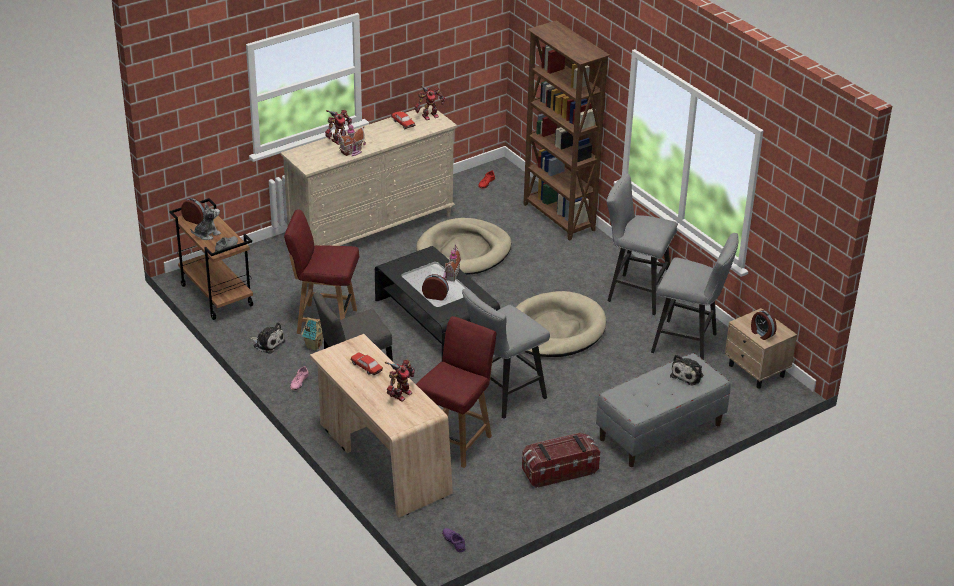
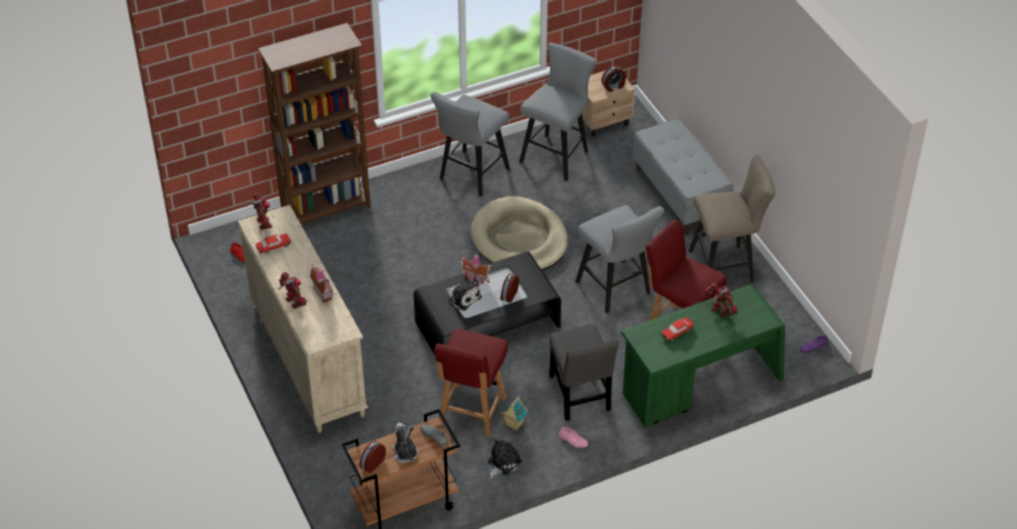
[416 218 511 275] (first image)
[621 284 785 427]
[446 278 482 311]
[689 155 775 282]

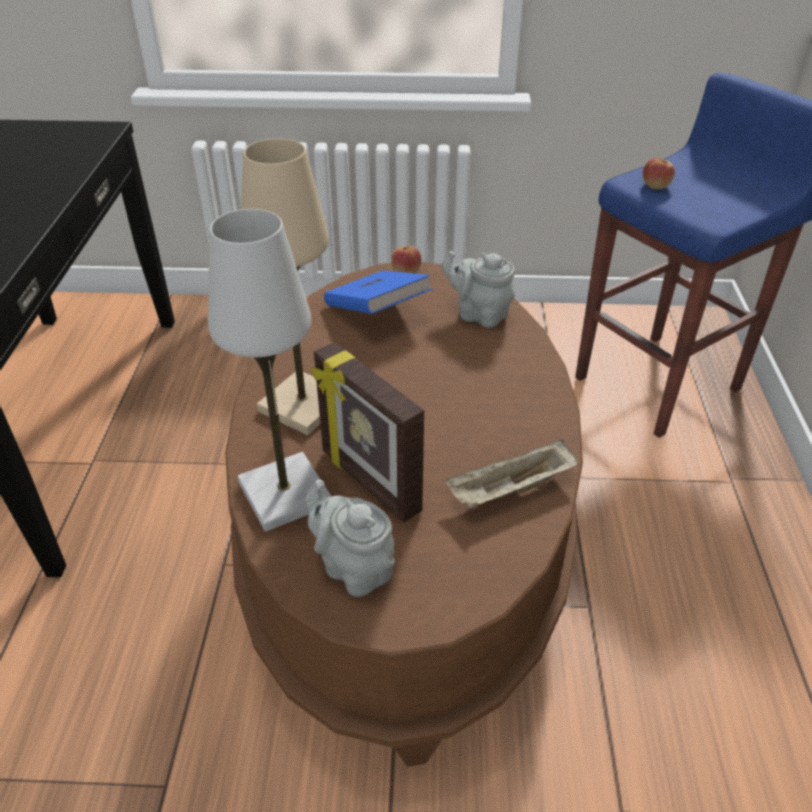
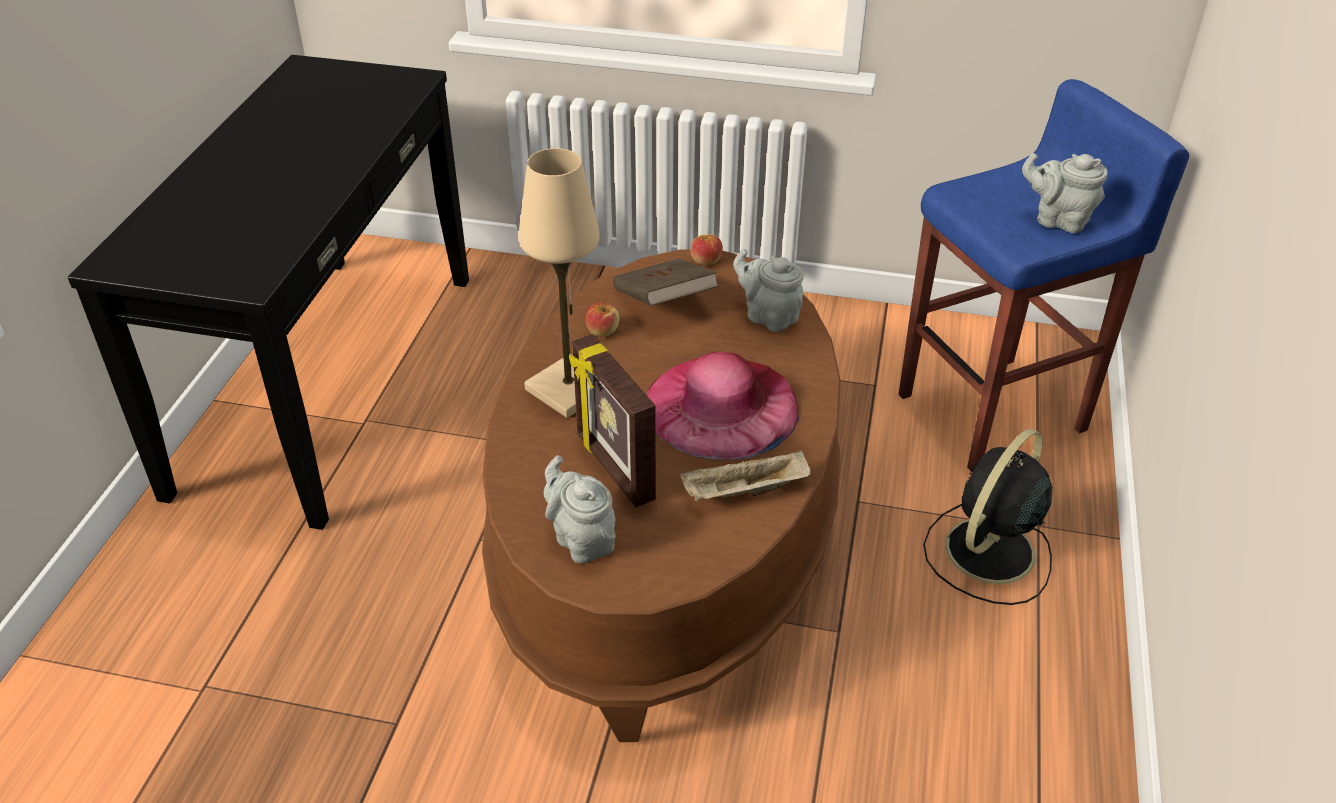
[586 302 619 337]
[208 209 332 532] (first image)
[613 258 719 306]
[1022 153 1108 233]
[647 352 799 460]
[923 429 1053 605]

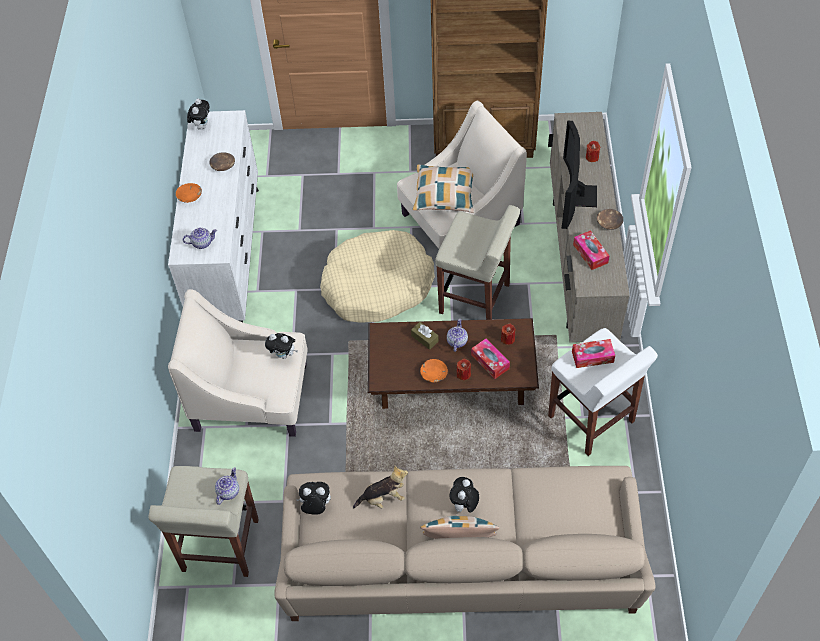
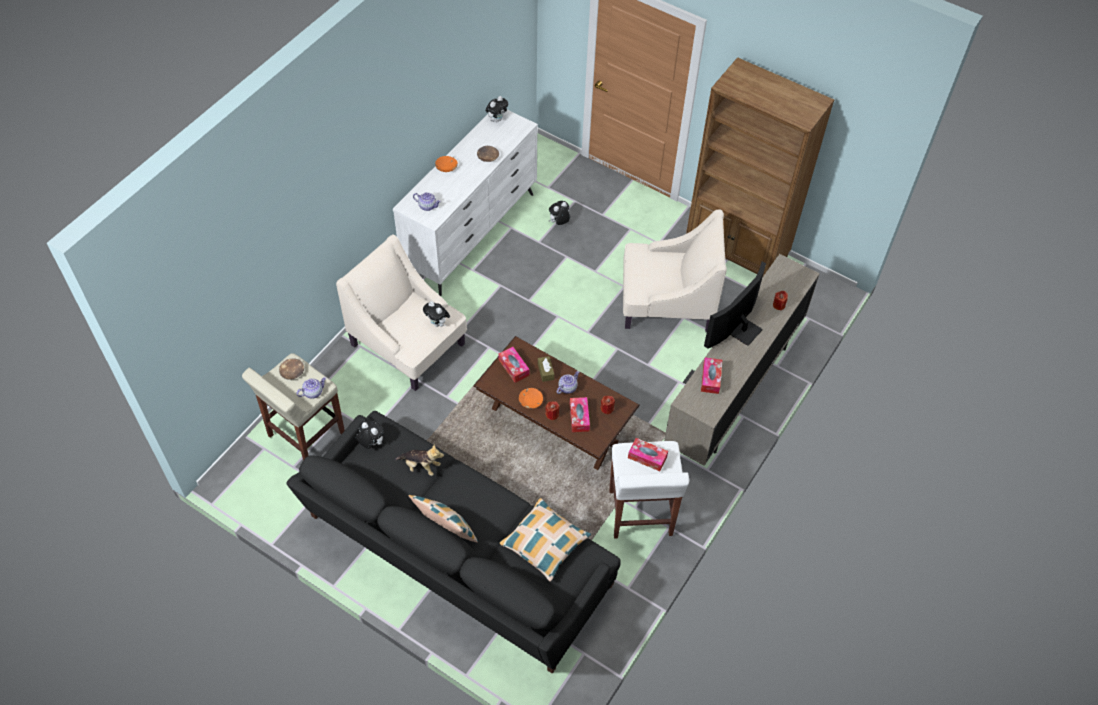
[500 498 591 581]
[435 205 520 320] (first image)
[279 359 304 380]
[320 230 435 323] (first image)
[287 411 621 674]
[549 201 570 225]
[498 347 530 383]

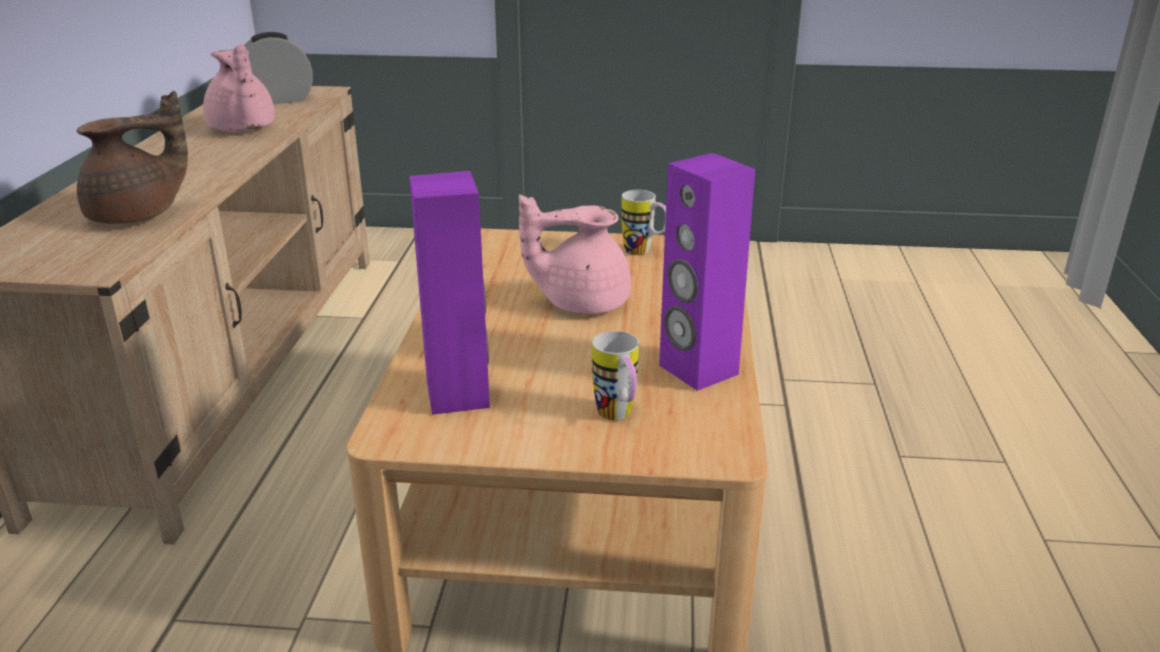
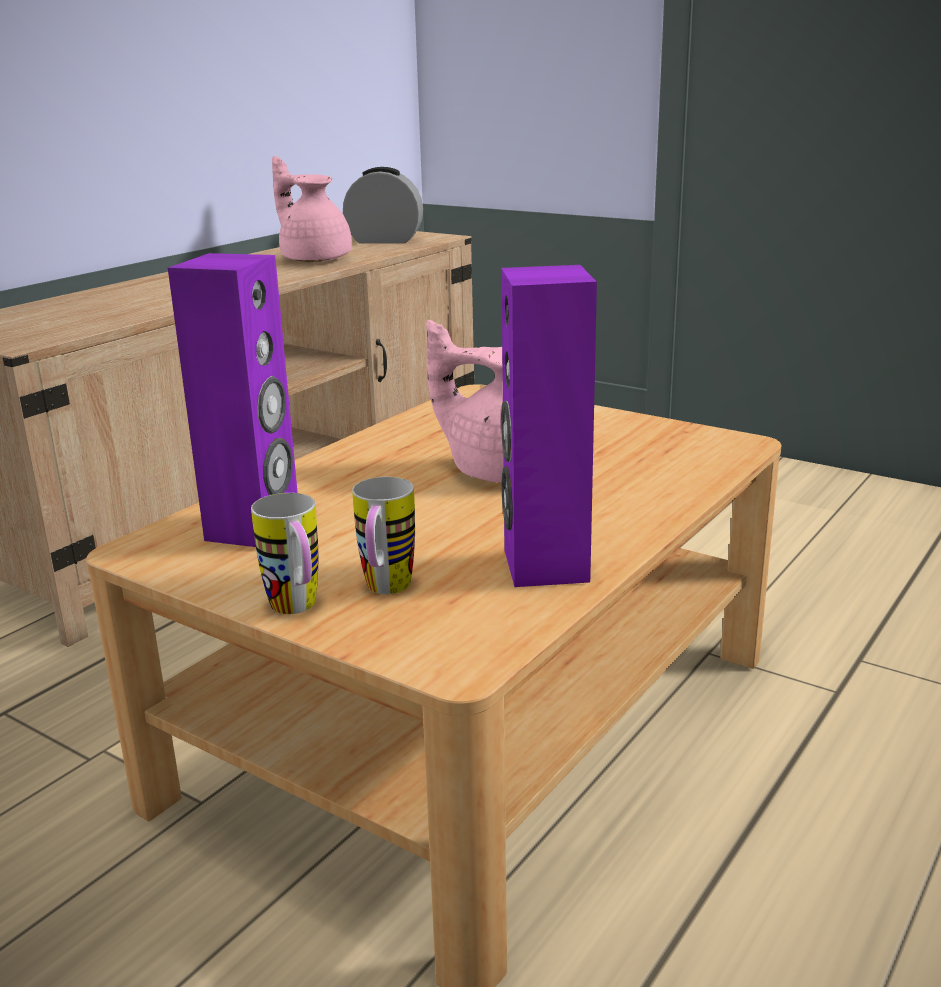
[272 156 352 262]
[77 91 188 224] (first image)
[251 493 318 614]

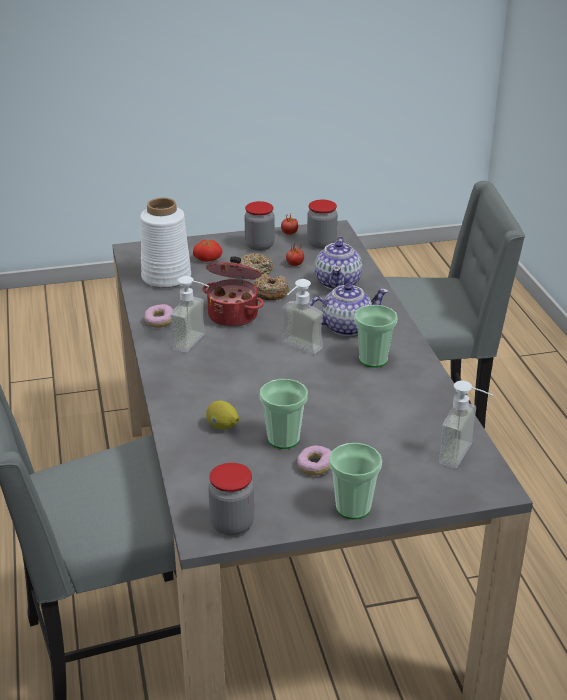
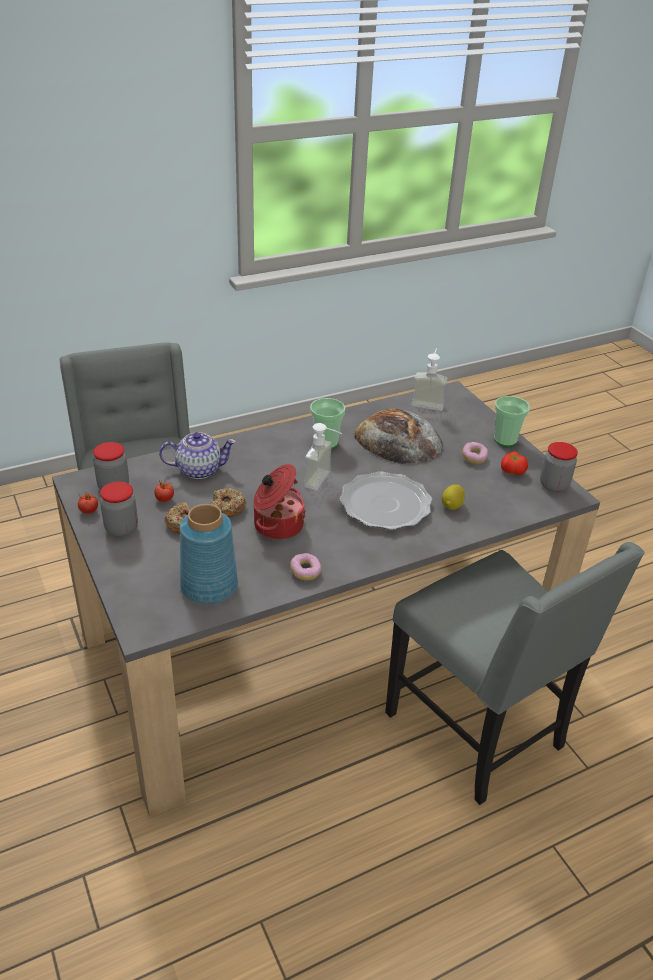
[180 504 238 604]
[501 452 528 475]
[171 276 209 353] (first image)
[310 283 389 336] (first image)
[260 379 308 449] (first image)
[354 408 443 464]
[340 471 432 530]

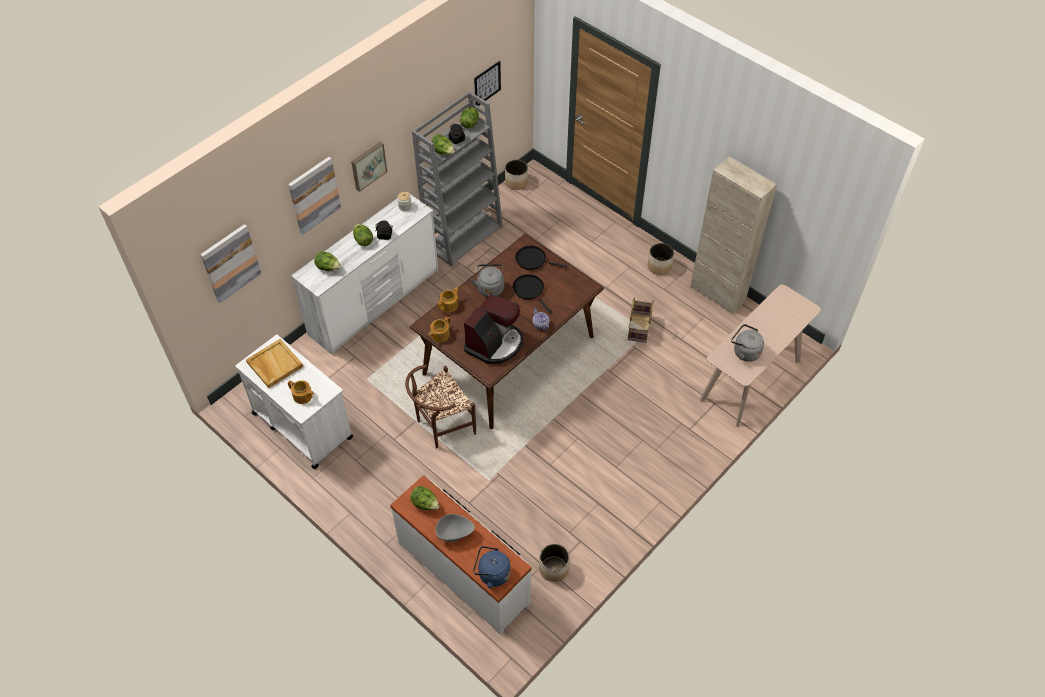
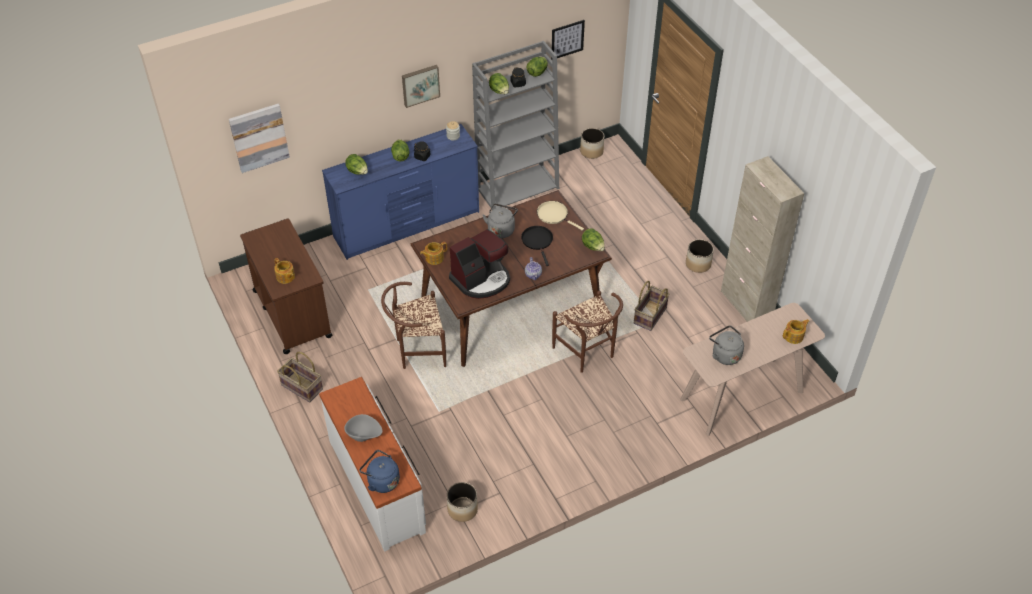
[288 157 341 235] (first image)
[322 124 479 260]
[537 201 584 231]
[783 319 809 344]
[240 218 333 354]
[246 339 303 388] (first image)
[582 228 605 251]
[552 291 623 373]
[277 352 323 402]

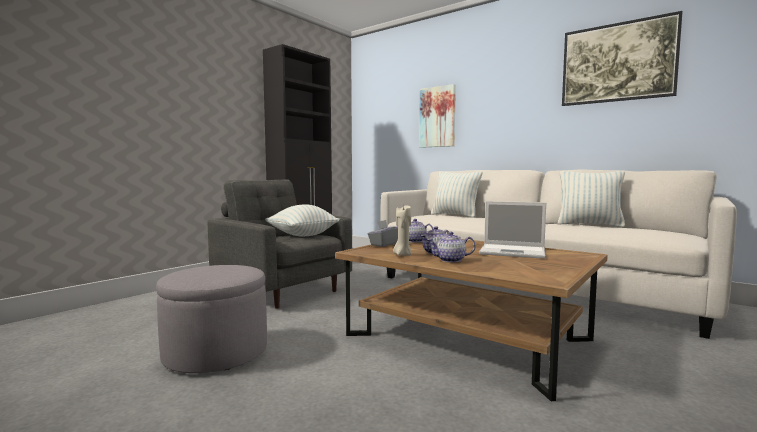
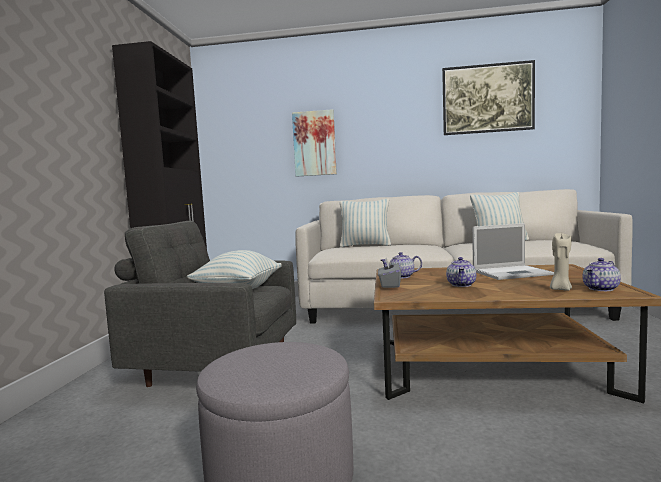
[550 233 572 291]
[582 258 621 291]

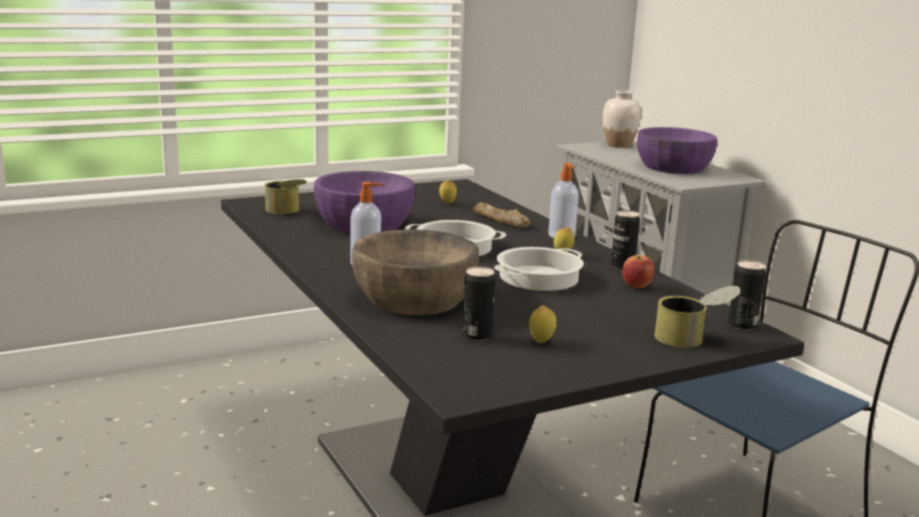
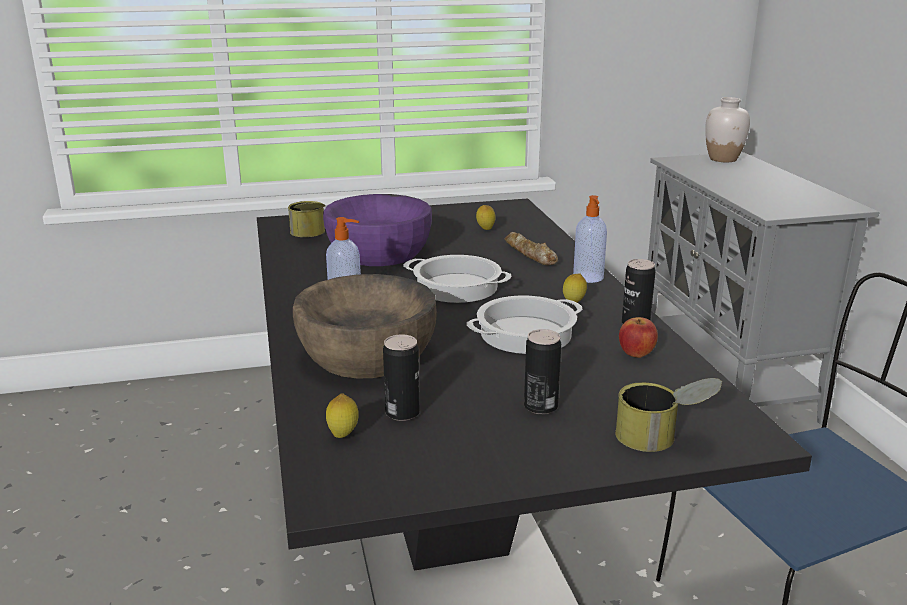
[637 127 717 174] (first image)
[524 329 561 414]
[326 393 359 438]

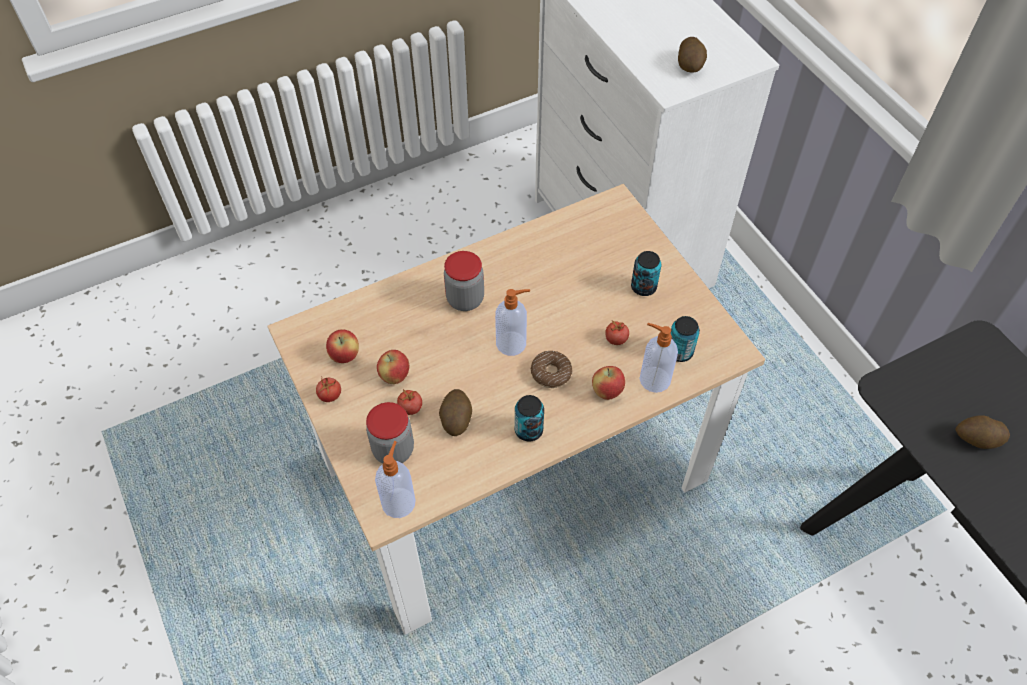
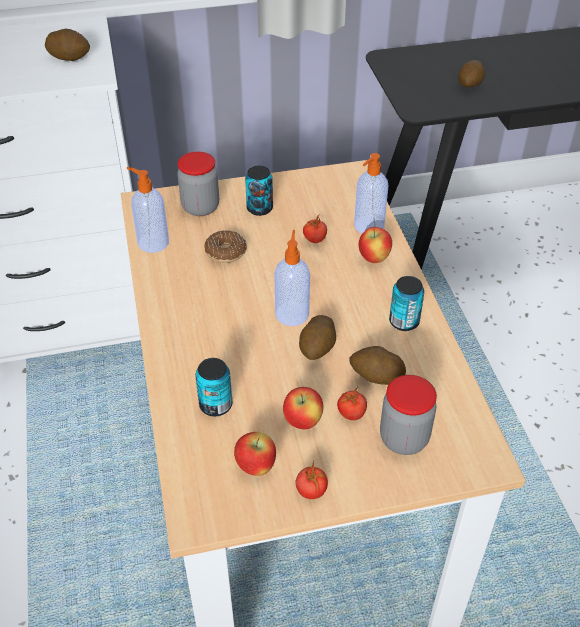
[177 152 219 216]
[195 358 232 416]
[204 230 247 263]
[127 167 169 253]
[299 315 336 360]

